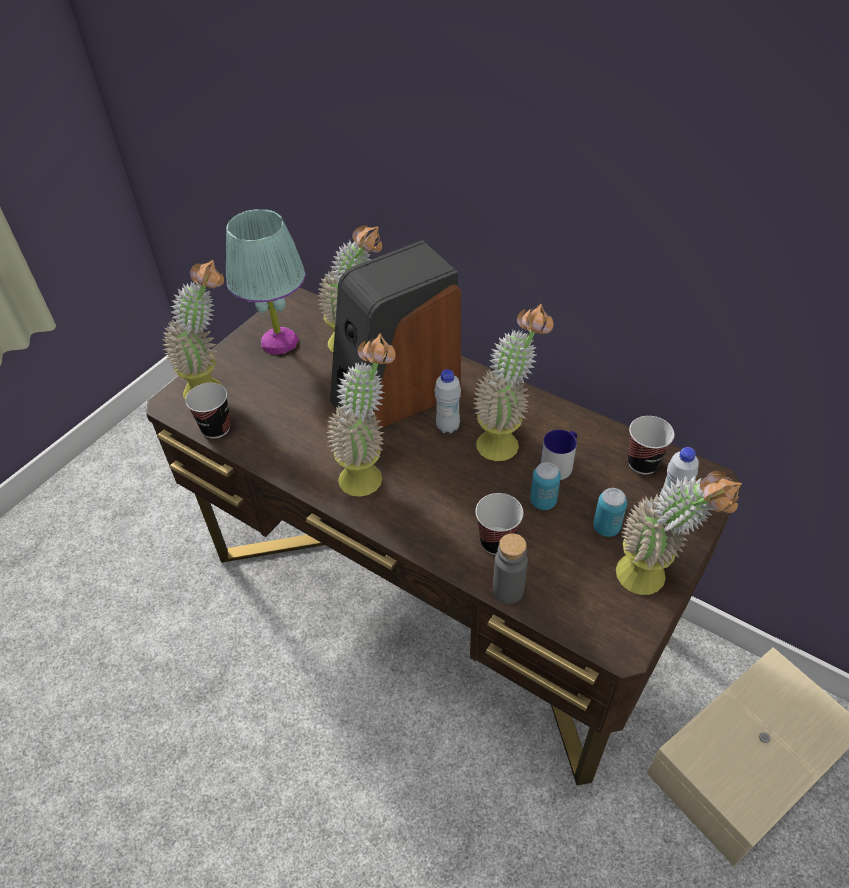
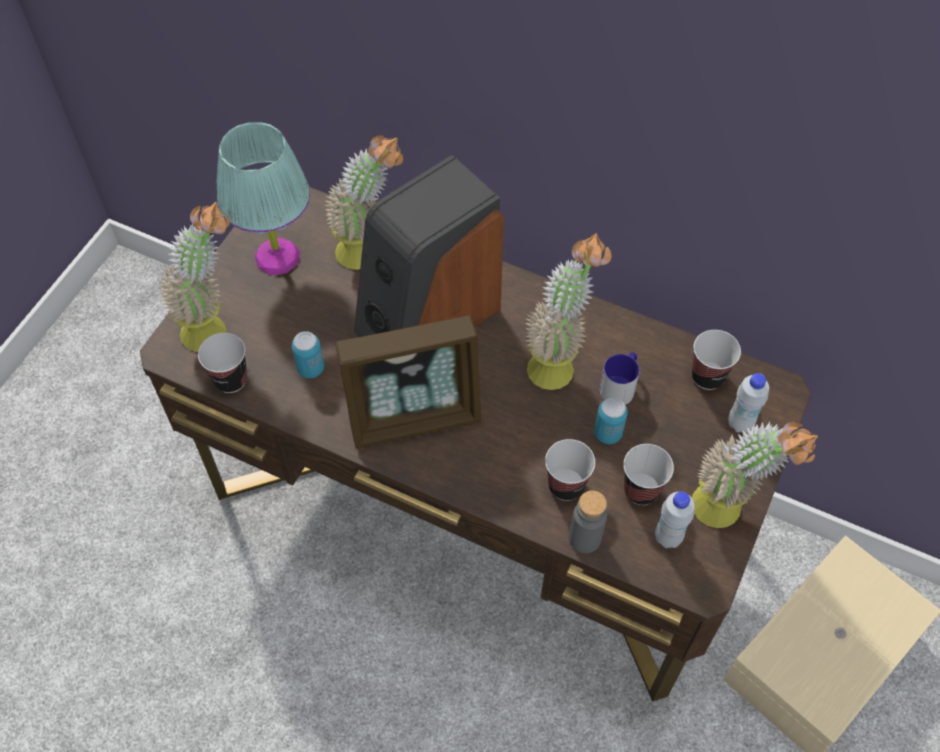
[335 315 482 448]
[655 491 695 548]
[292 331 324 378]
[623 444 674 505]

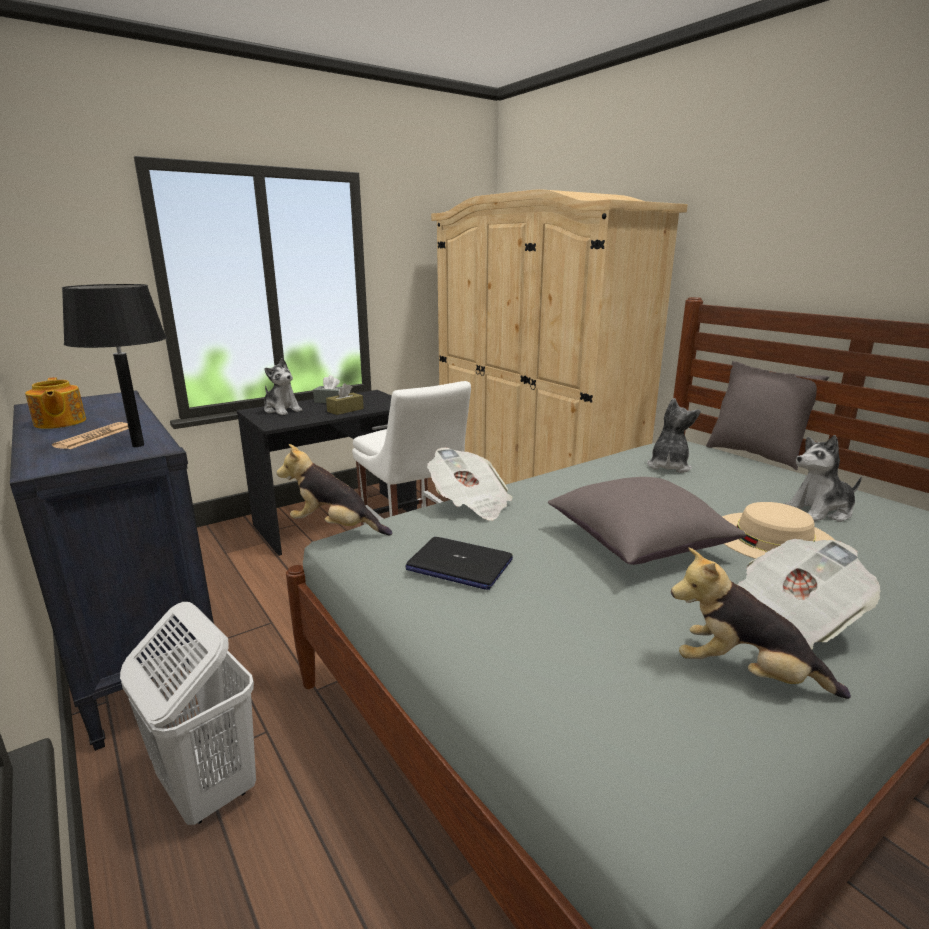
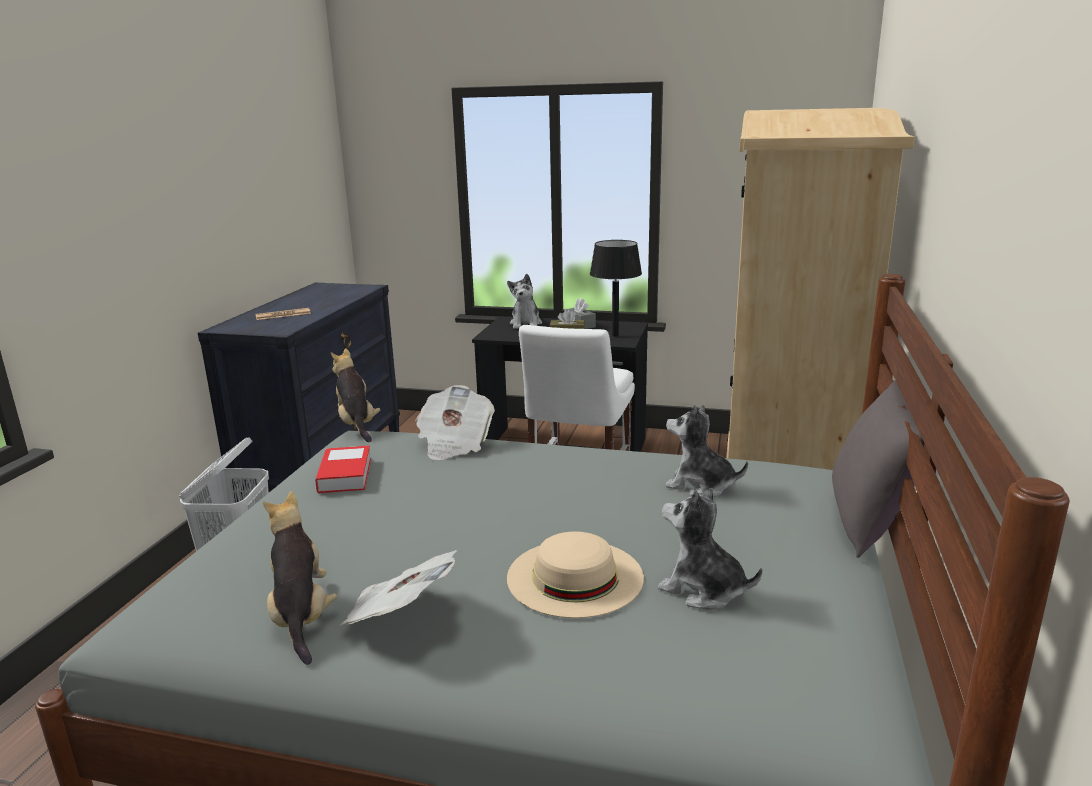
[590 240 642 337]
[25 377 86 429] (first image)
[665 405 748 497]
[548 477 746 565] (first image)
[315 445 371 493]

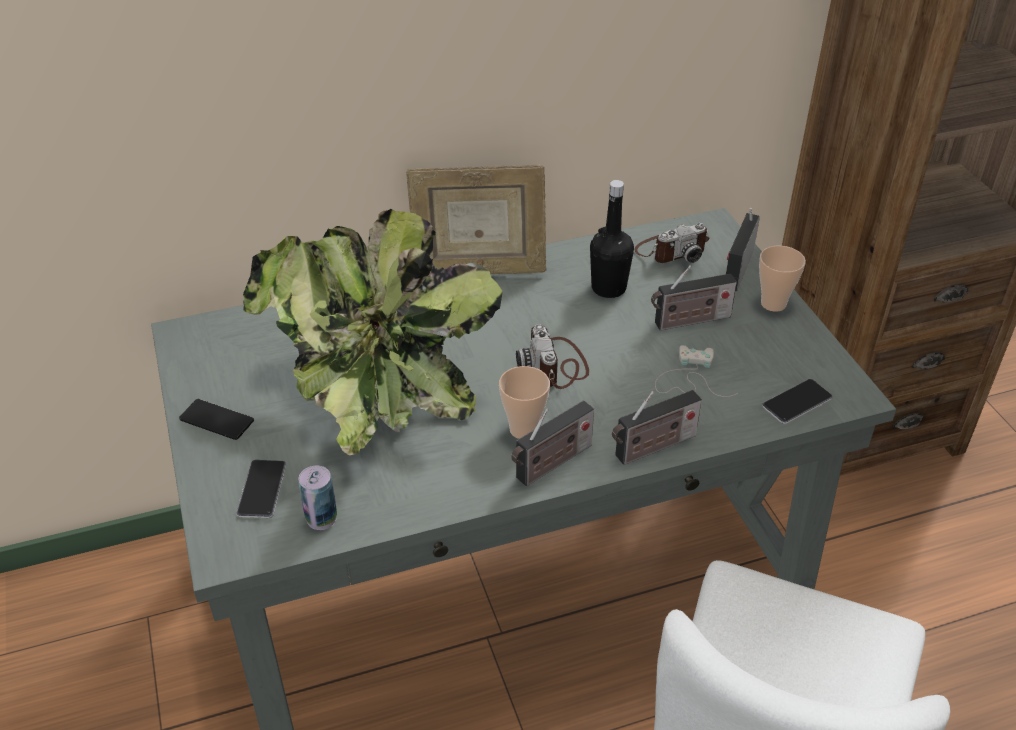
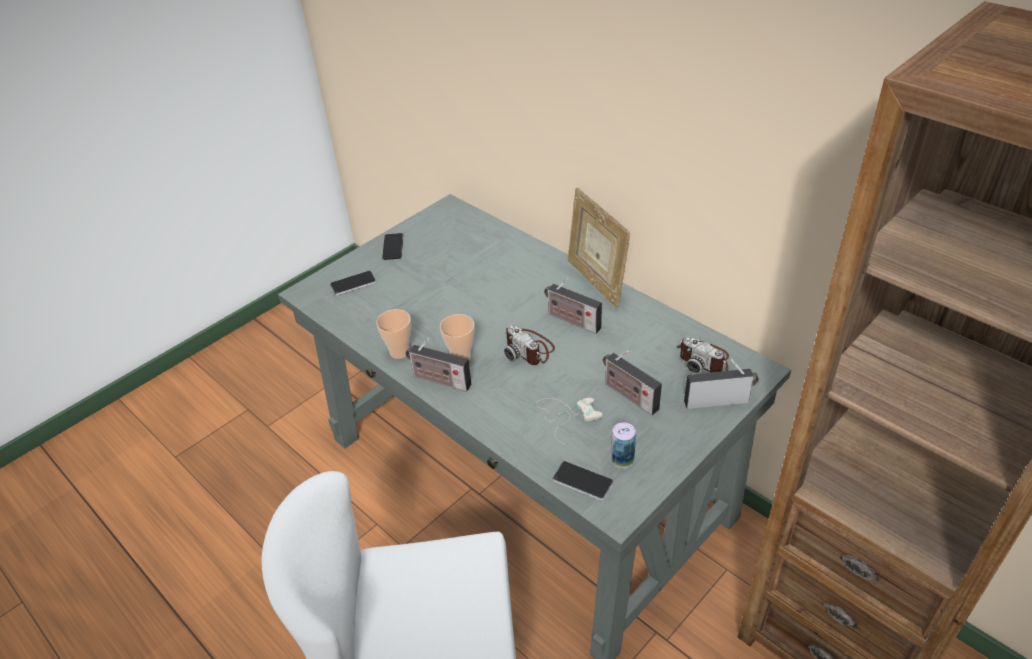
[590 180 634 298] (first image)
[243 209 503 455] (first image)
[376 309 411 359]
[504 325 555 365]
[544 278 602 334]
[611 422 636 469]

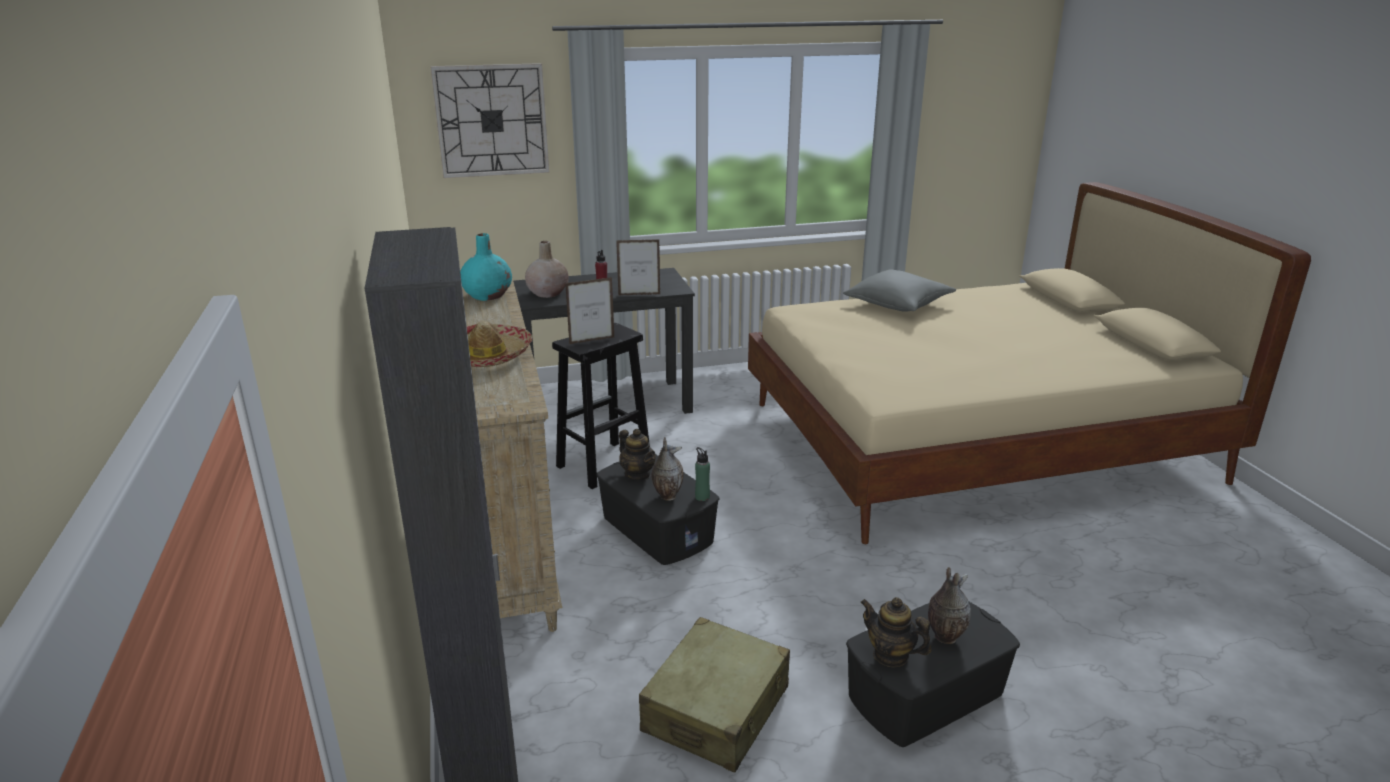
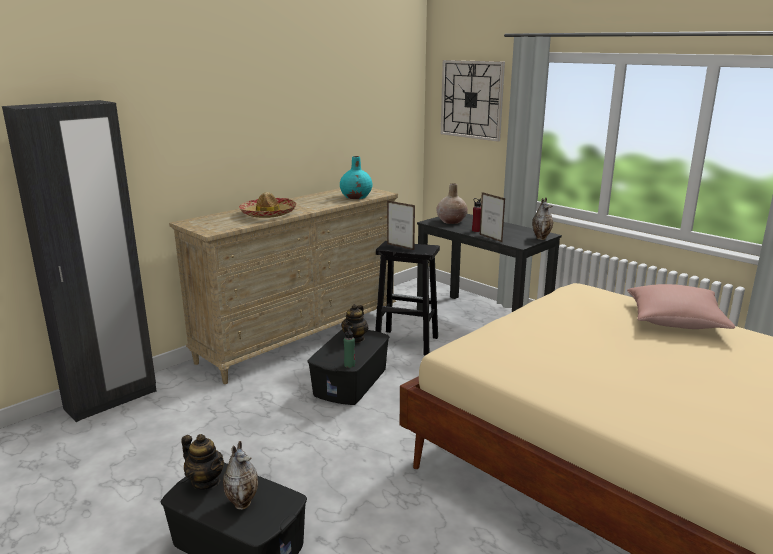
[627 284 735 329]
[532 198 553 240]
[181 434 224 490]
[639 617 790 772] (first image)

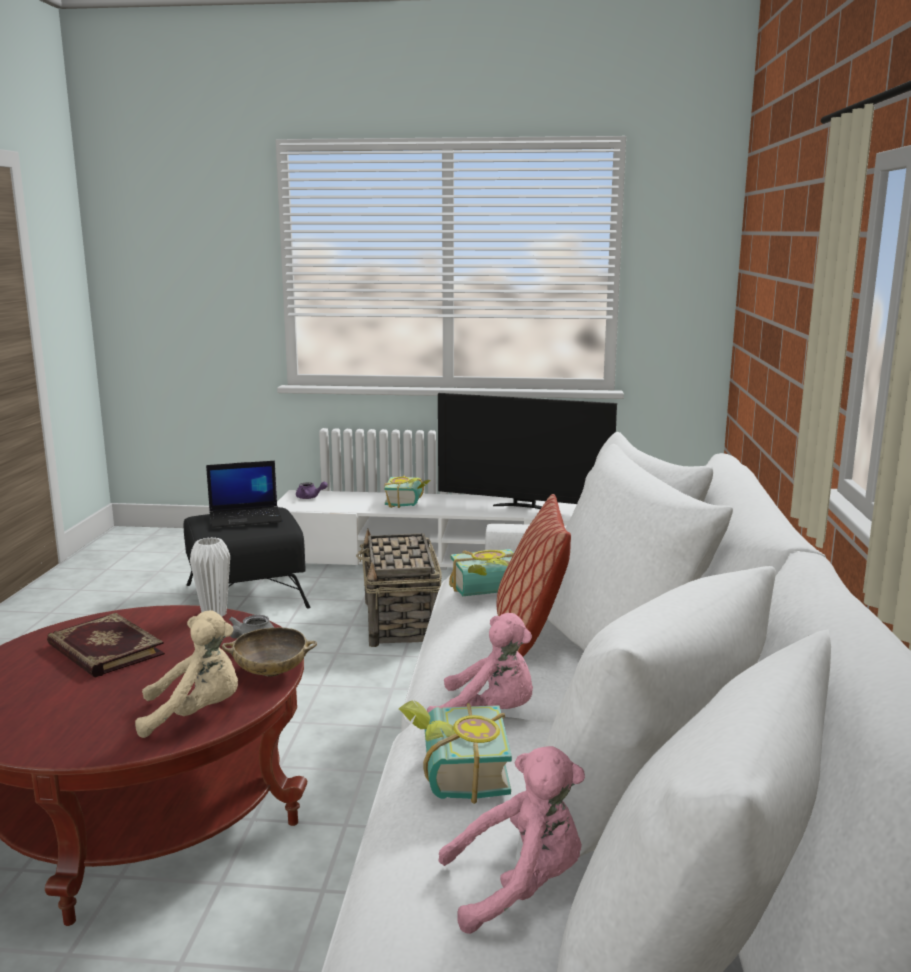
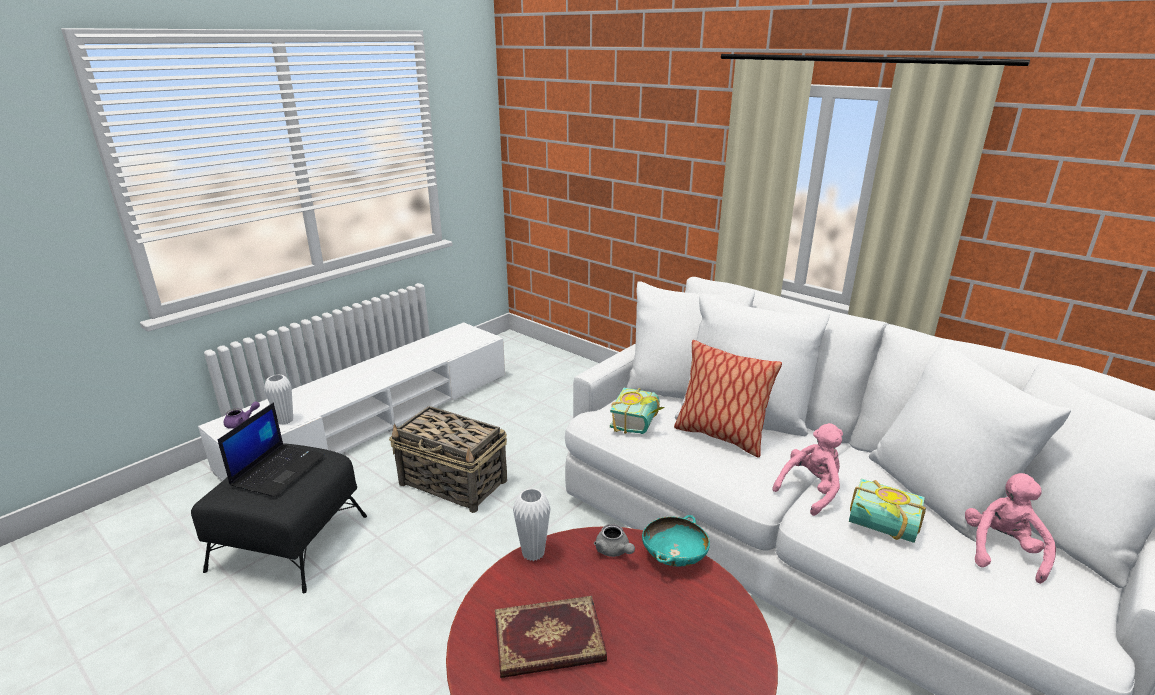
[438 393 617 509] (first image)
[384 475 431 508] (first image)
[135 610 238 738] (first image)
[642 515 710 566]
[264 374 293 424]

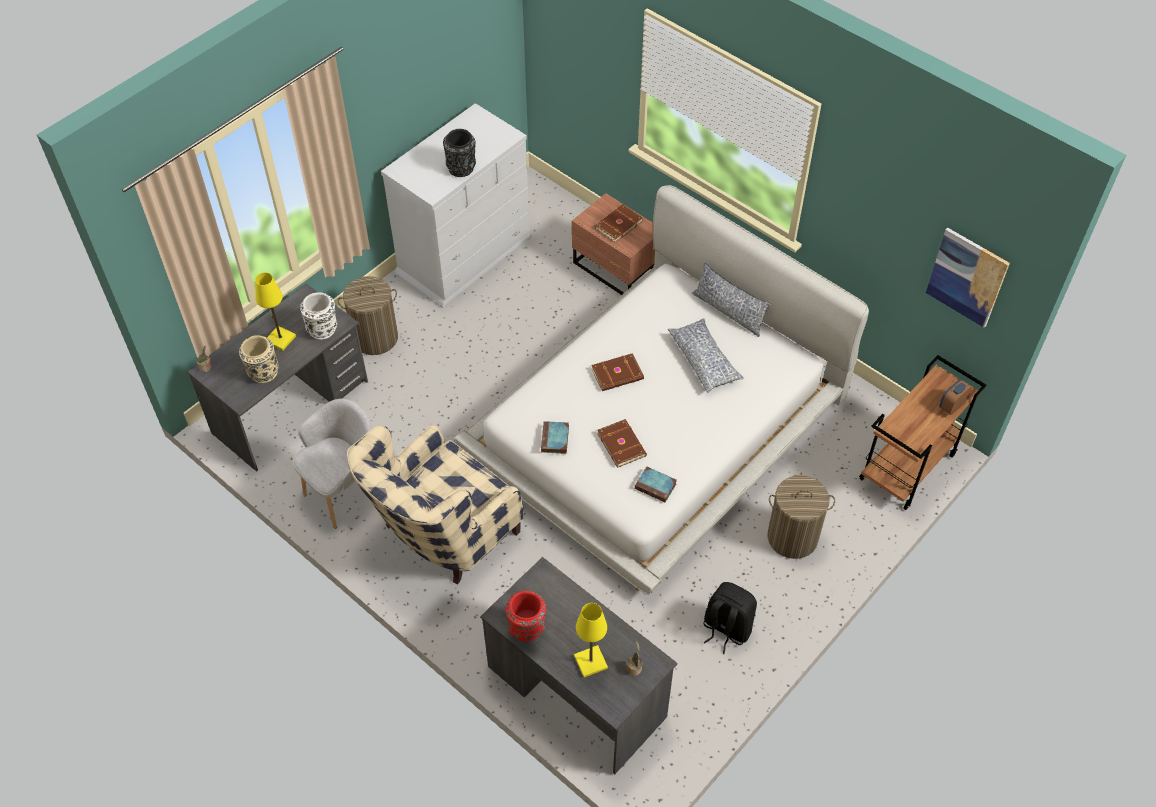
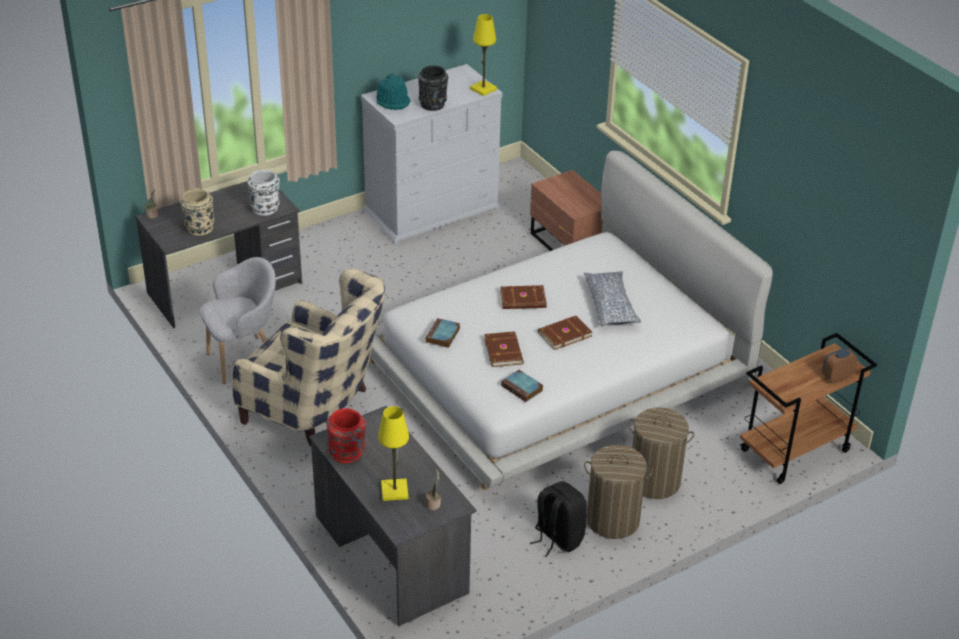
[538 315 592 350]
[926 228 1010 328] (first image)
[692 263 771 337] (first image)
[470 14 497 96]
[584 445 653 539]
[232 268 385 446]
[377 73 411 110]

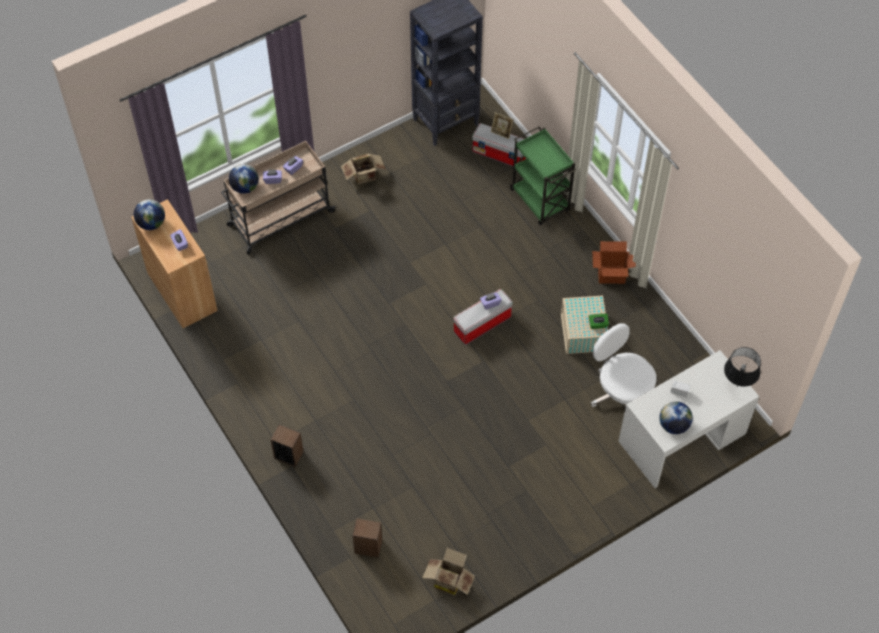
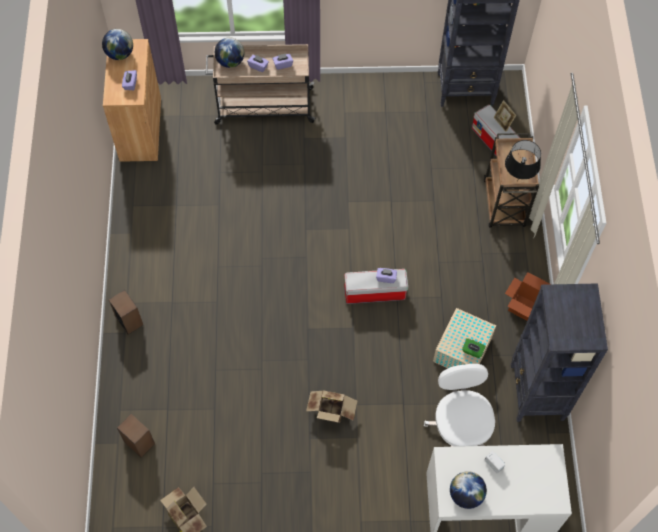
[484 133 539 227]
[306 390 357 423]
[505 140 541 179]
[511 283 608 422]

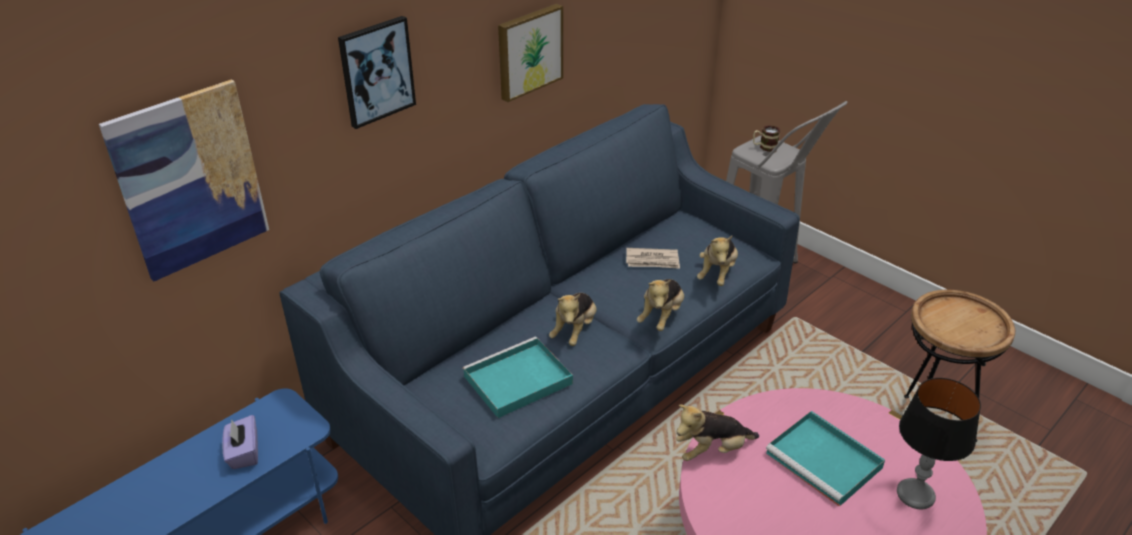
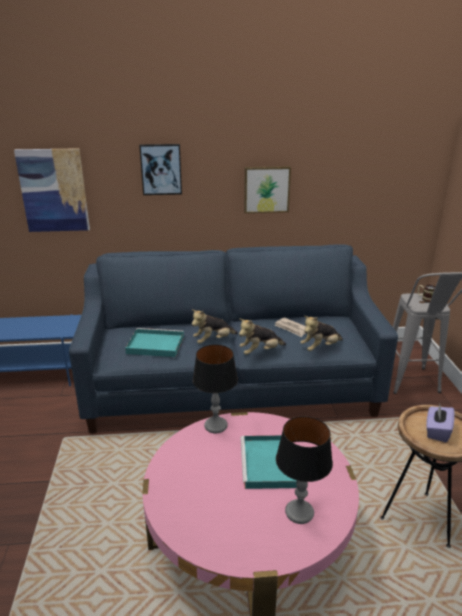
[193 345 238 433]
[426 404 455 442]

